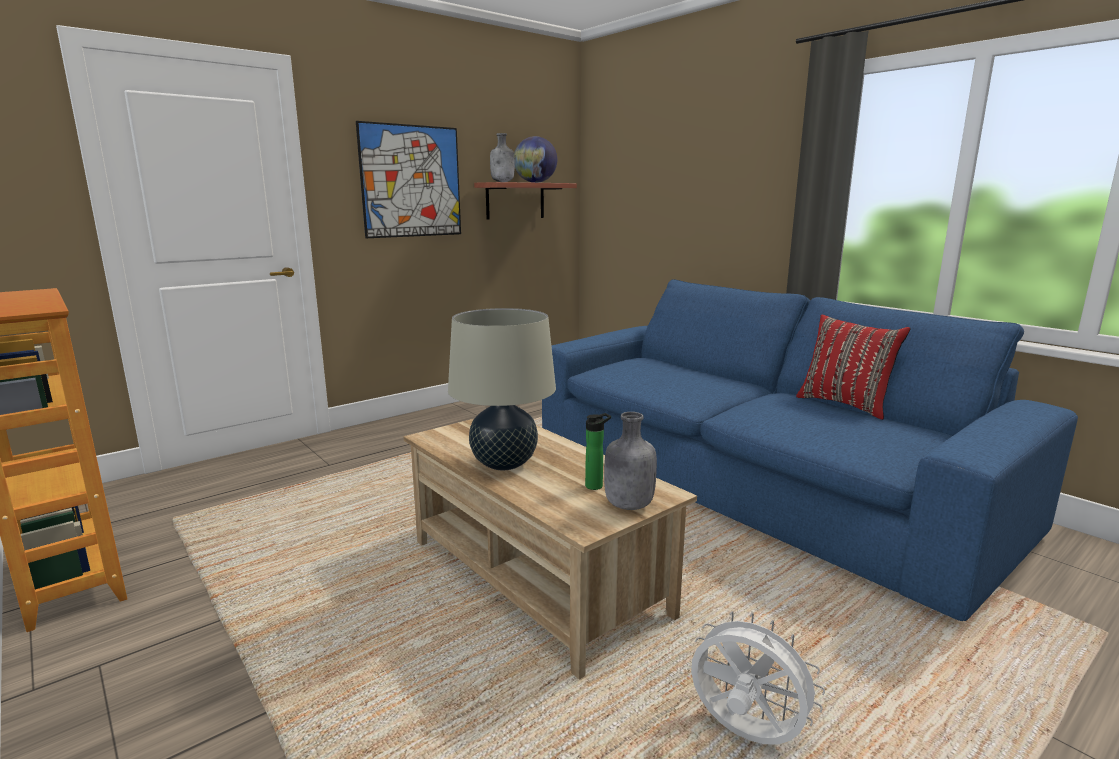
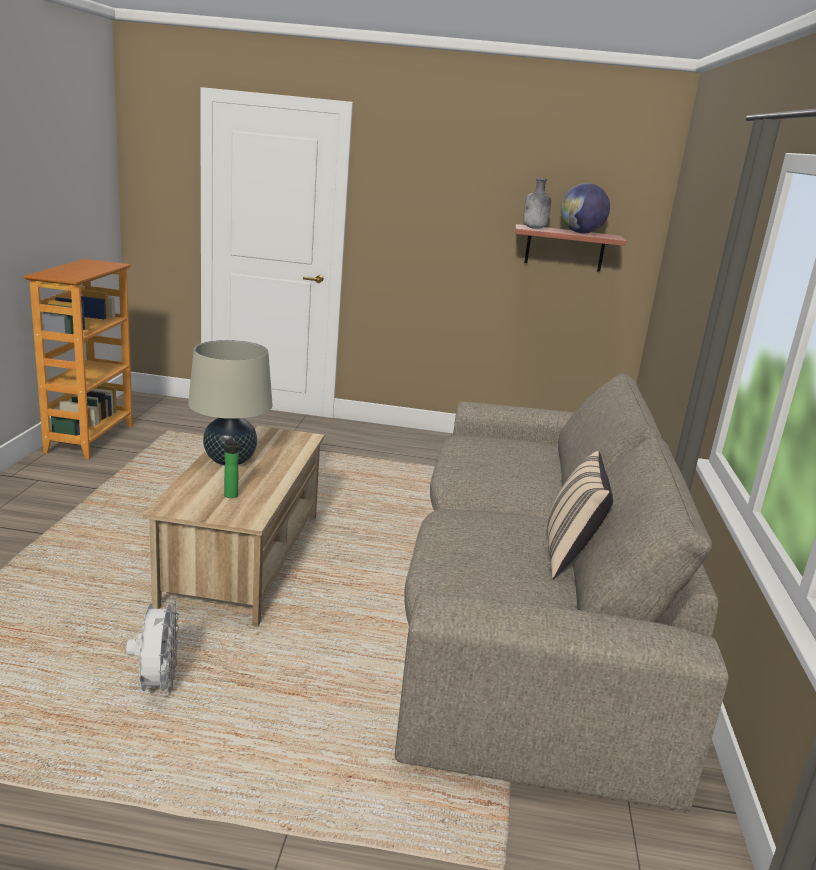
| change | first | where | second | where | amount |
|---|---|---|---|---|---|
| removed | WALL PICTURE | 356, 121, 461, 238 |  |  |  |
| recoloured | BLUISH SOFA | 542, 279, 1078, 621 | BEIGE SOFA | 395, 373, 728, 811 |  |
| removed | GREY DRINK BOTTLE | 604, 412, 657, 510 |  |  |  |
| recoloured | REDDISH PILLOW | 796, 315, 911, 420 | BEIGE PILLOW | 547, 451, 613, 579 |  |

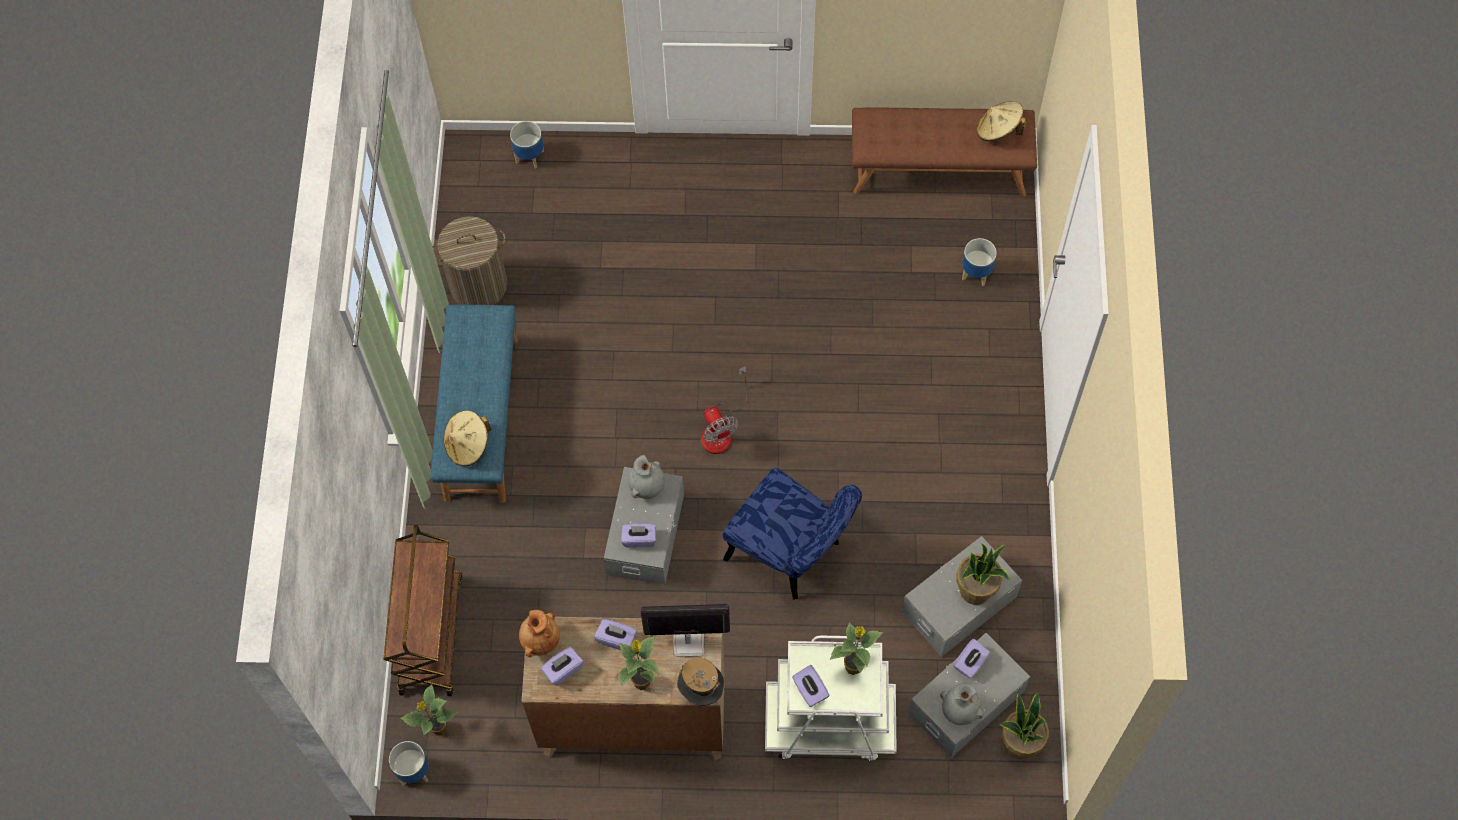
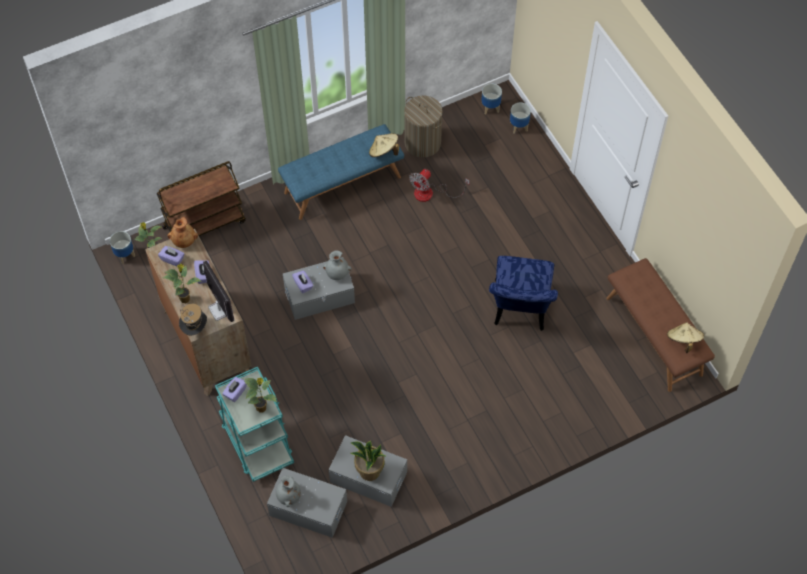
| change | first | where | second | where | amount |
|---|---|---|---|---|---|
| moved | BEIGE WEARABLE HAT | 444, 410, 491, 466 |  | 369, 133, 399, 157 |  |
| moved | FAN | 701, 366, 748, 454 |  | 409, 169, 470, 202 |  |
| moved | BLUISH PLAIN CHAIR | 723, 467, 862, 600 |  | 489, 256, 558, 331 |  |
| recoloured | WHITE-COLOURED WHEELED CART | 765, 636, 897, 761 | TURQUOISE-COLOURED WHEELED CART | 215, 367, 294, 482 |  |
| removed | PURPLISH BOX OF TISSUES | 954, 639, 990, 678 |  |  |  |
| moved | PLANT POT | 962, 238, 997, 286 |  | 481, 84, 502, 115 |  |
| removed | POTTED PLANT | 999, 692, 1049, 759 |  |  |  |

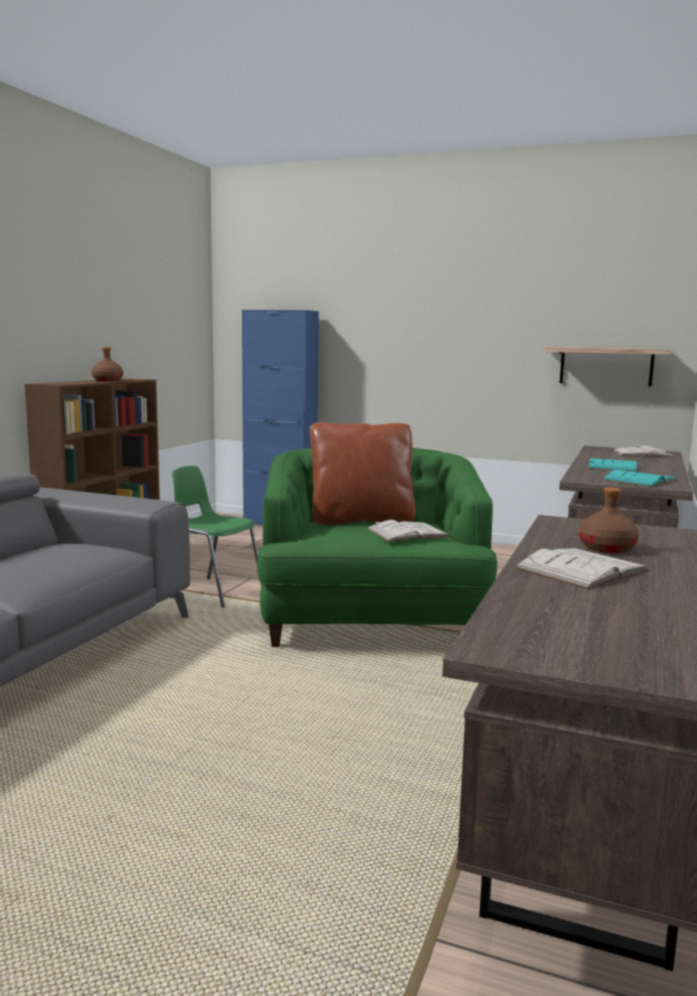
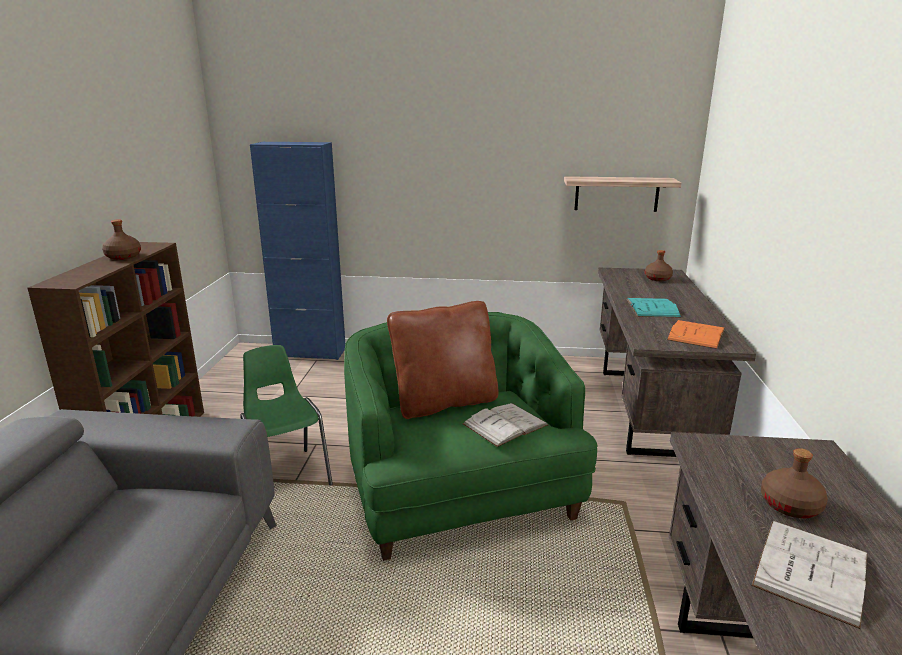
| change | first | where | second | where | amount |
|---|---|---|---|---|---|
| turned | GREENISH PLAIN CHAIR | 172, 466, 262, 607 |  | 240, 345, 333, 486 | 45 degrees clockwise |
| recoloured | TURQUOISE-COLOURED VOLUME | 602, 470, 678, 487 | ORANGE VOLUME | 667, 320, 725, 349 |  |
| replaced | WHITE-COLOURED VOLUME | 613, 445, 675, 458 | BROWN-COLOURED DRINK BOTTLE | 645, 250, 673, 281 |  |

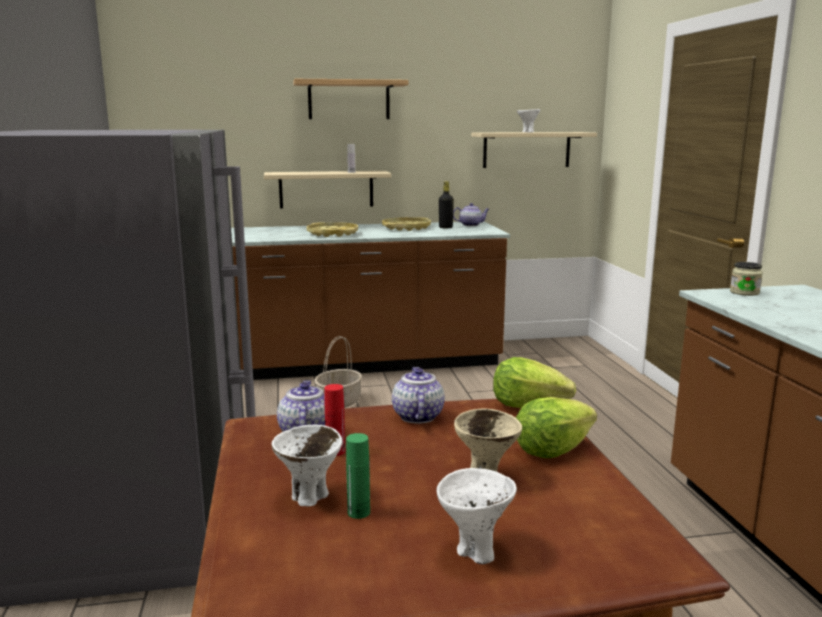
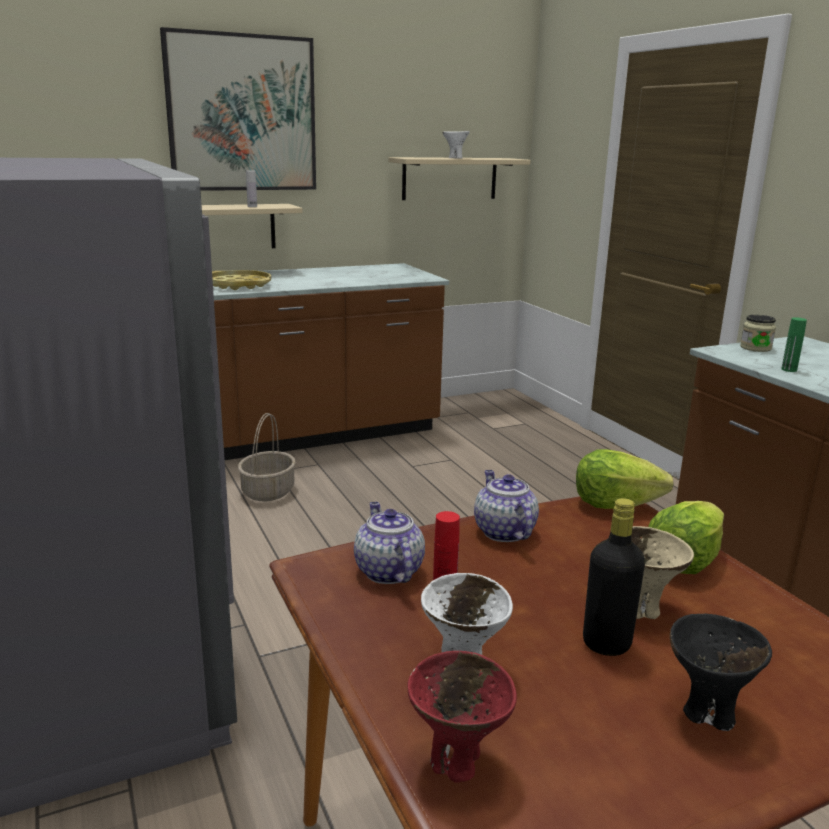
| change | first | where | second | where | amount |
|---|---|---|---|---|---|
| replaced | WALL SHELF | 293, 79, 409, 119 | WALL PICTURE | 160, 27, 316, 191 |  |
| moved | GREENISH DRINK BOTTLE | 346, 433, 370, 519 |  | 781, 317, 807, 372 |  |
| removed | YELLOWISH TRAY | 382, 217, 431, 231 |  |  |  |
| recoloured | WHITE-COLOURED BOWL | 437, 468, 517, 564 | BLACK BOWL | 670, 613, 772, 731 |  |
| moved | BLACK DRINK BOTTLE | 439, 182, 454, 228 |  | 583, 498, 645, 656 |  |
| removed | POT FOR TEA | 453, 203, 489, 226 |  |  |  |
| added |  |  | REDDISH BOWL | 408, 651, 517, 783 |  |

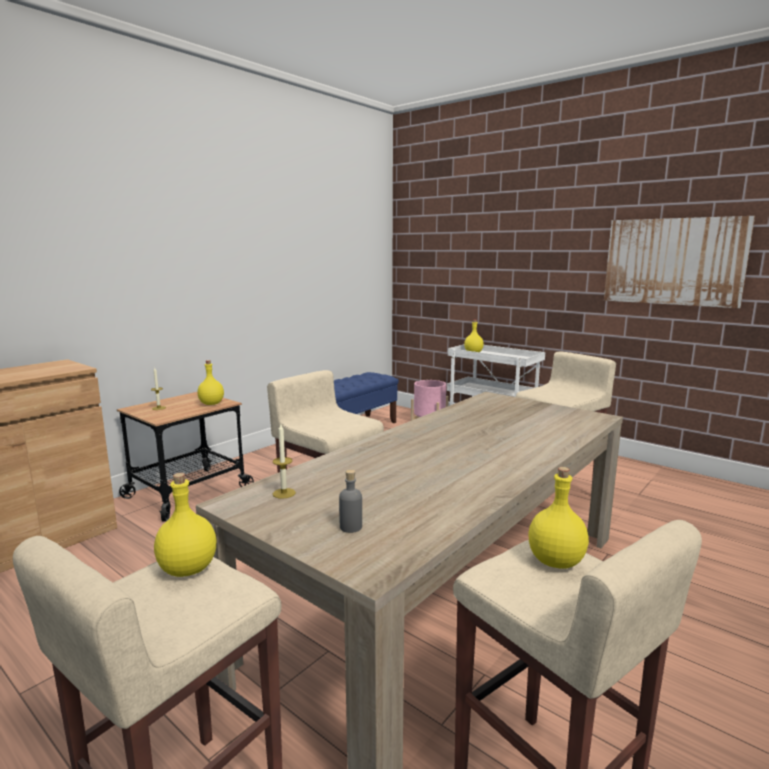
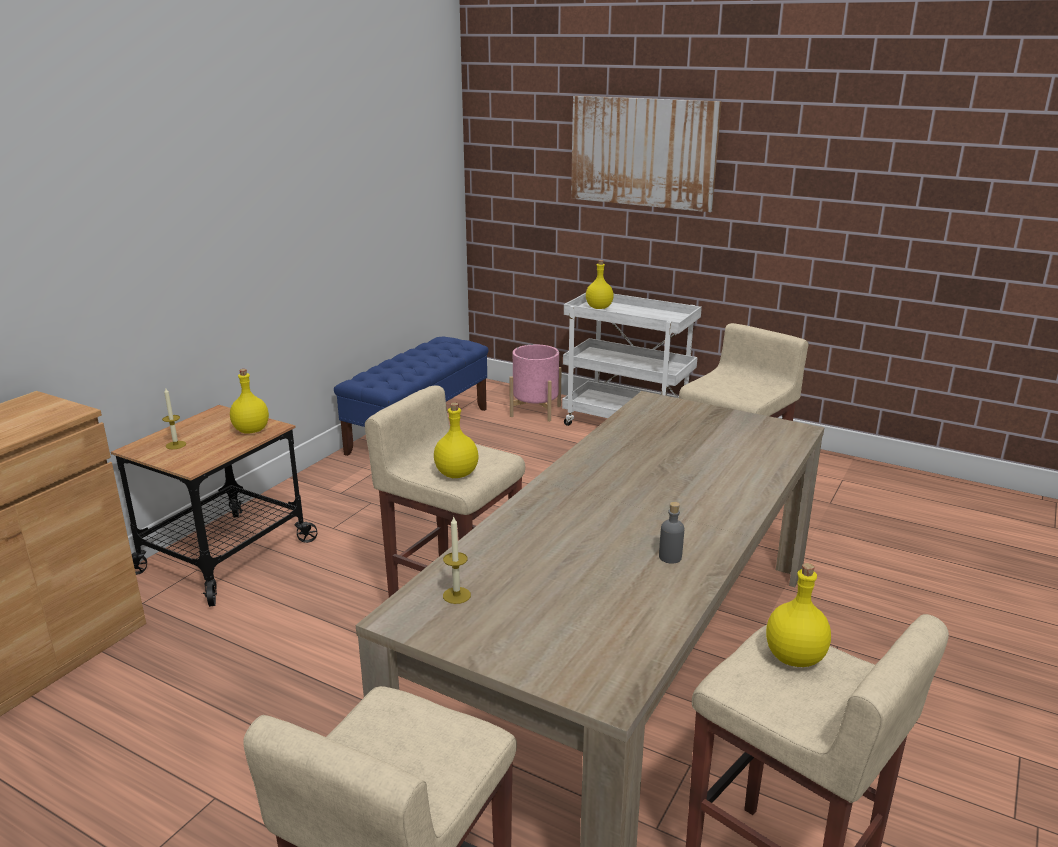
| change | first | where | second | where | amount |
|---|---|---|---|---|---|
| moved | YELLOWISH DRINK BOTTLE | 154, 473, 216, 577 |  | 434, 402, 479, 478 |  |
| moved | GREY DRINK BOTTLE | 339, 469, 362, 533 |  | 659, 502, 685, 564 |  |
| moved | WALL PICTURE | 604, 216, 755, 308 |  | 571, 96, 722, 212 |  |

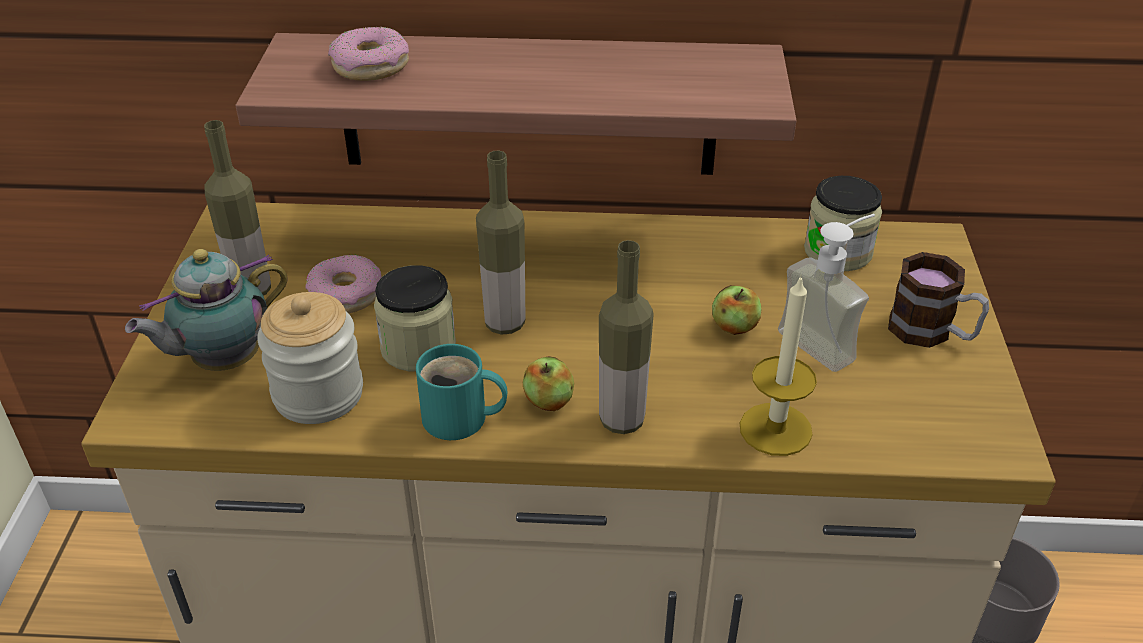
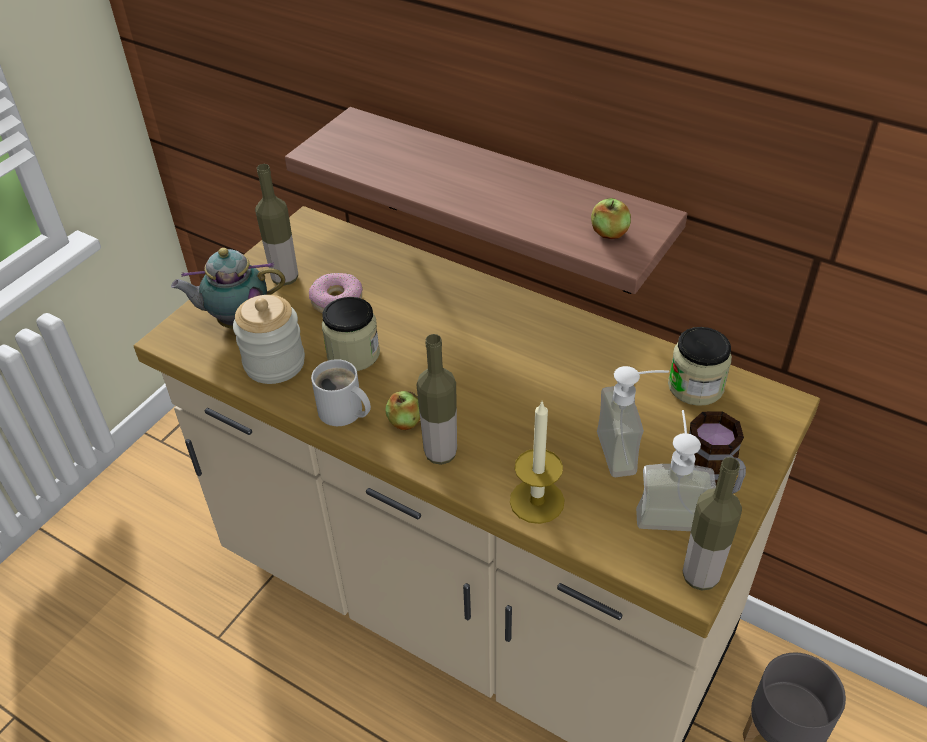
| change | first | where | second | where | amount |
|---|---|---|---|---|---|
| removed | DONUT | 328, 27, 409, 81 |  |  |  |
| recoloured | TURQUOISE-COLOURED MUG | 416, 344, 507, 440 | WHITE-COLOURED MUG | 311, 359, 371, 426 |  |
| moved | DRINK BOTTLE | 476, 150, 525, 335 |  | 683, 457, 742, 591 |  |
| moved | APPLE FRUIT | 712, 285, 761, 335 |  | 591, 198, 631, 239 |  |
| added |  |  | LIQUID SOAP BOTTLE | 636, 410, 716, 531 |  |

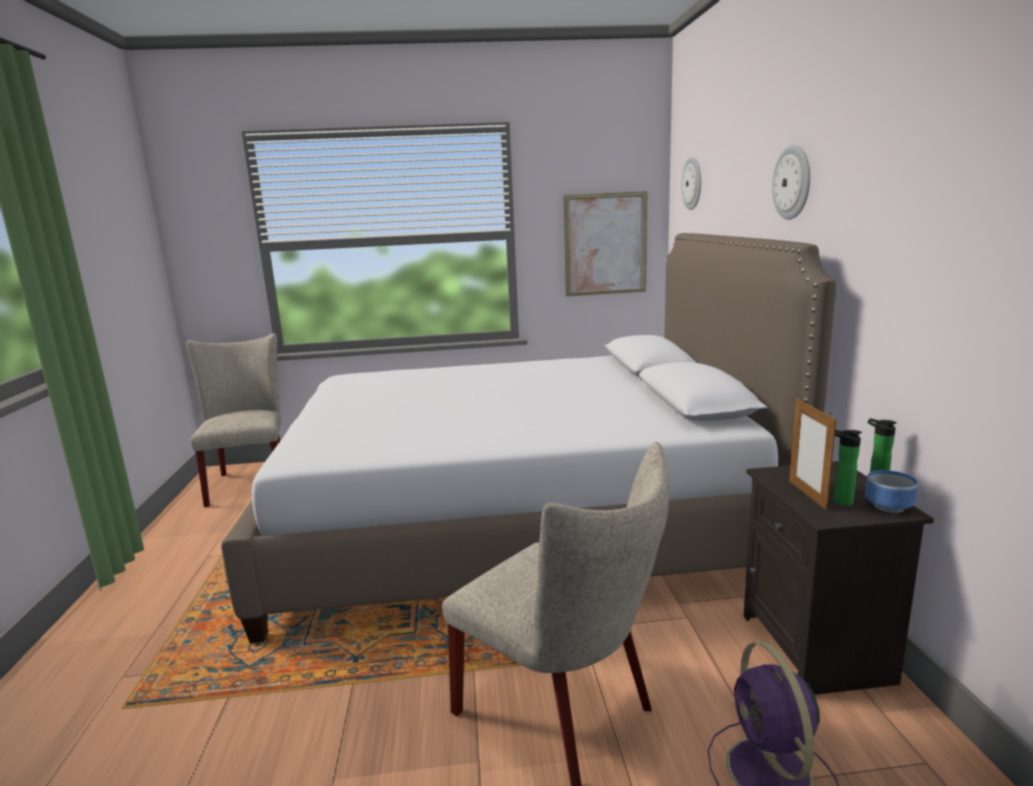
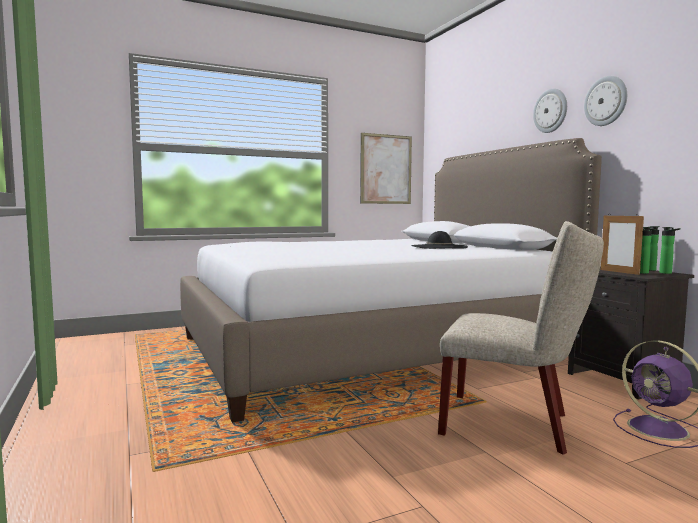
| change | first | where | second | where | amount |
|---|---|---|---|---|---|
| removed | BEIGE PLAIN CHAIR | 186, 333, 281, 507 |  |  |  |
| moved | WALL CLOCK | 681, 157, 701, 210 |  | 584, 76, 627, 126 |  |
| replaced | BOWL | 865, 470, 918, 513 | DRINK BOTTLE | 659, 227, 681, 274 |  |
| added |  |  | BLACK WEARABLE HAT | 411, 231, 468, 249 |  |

